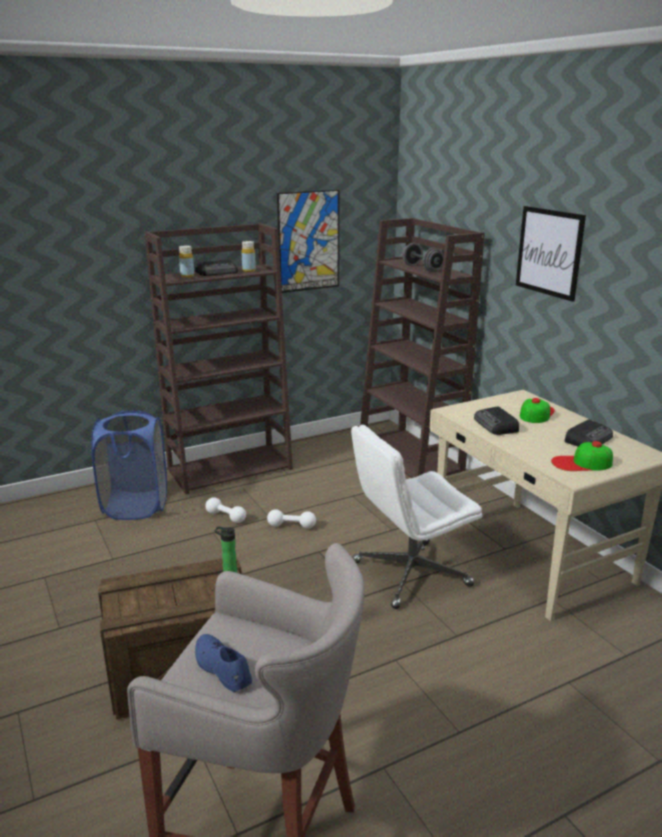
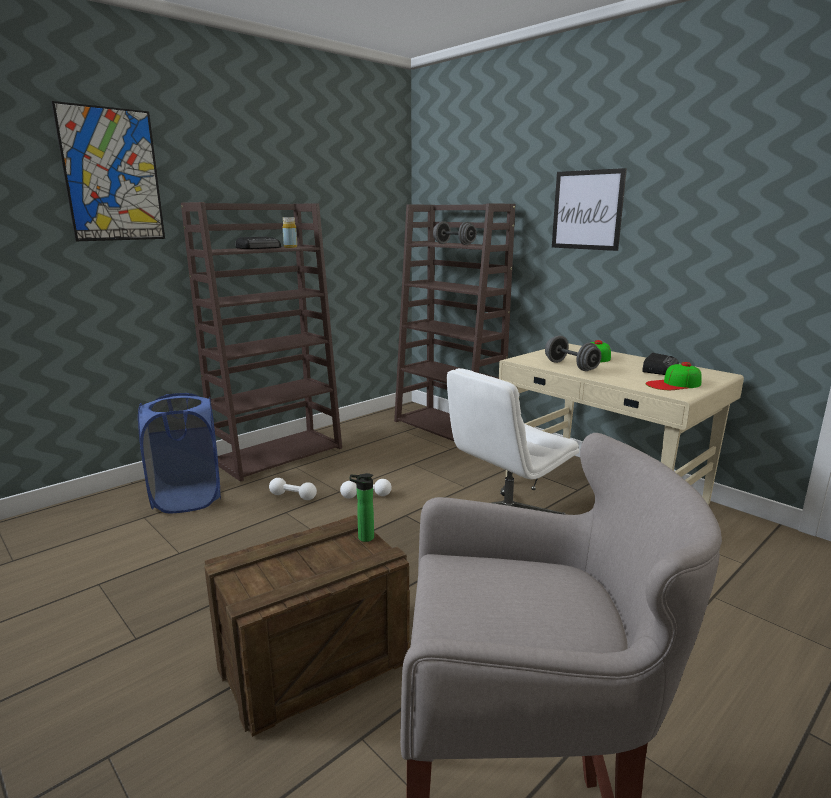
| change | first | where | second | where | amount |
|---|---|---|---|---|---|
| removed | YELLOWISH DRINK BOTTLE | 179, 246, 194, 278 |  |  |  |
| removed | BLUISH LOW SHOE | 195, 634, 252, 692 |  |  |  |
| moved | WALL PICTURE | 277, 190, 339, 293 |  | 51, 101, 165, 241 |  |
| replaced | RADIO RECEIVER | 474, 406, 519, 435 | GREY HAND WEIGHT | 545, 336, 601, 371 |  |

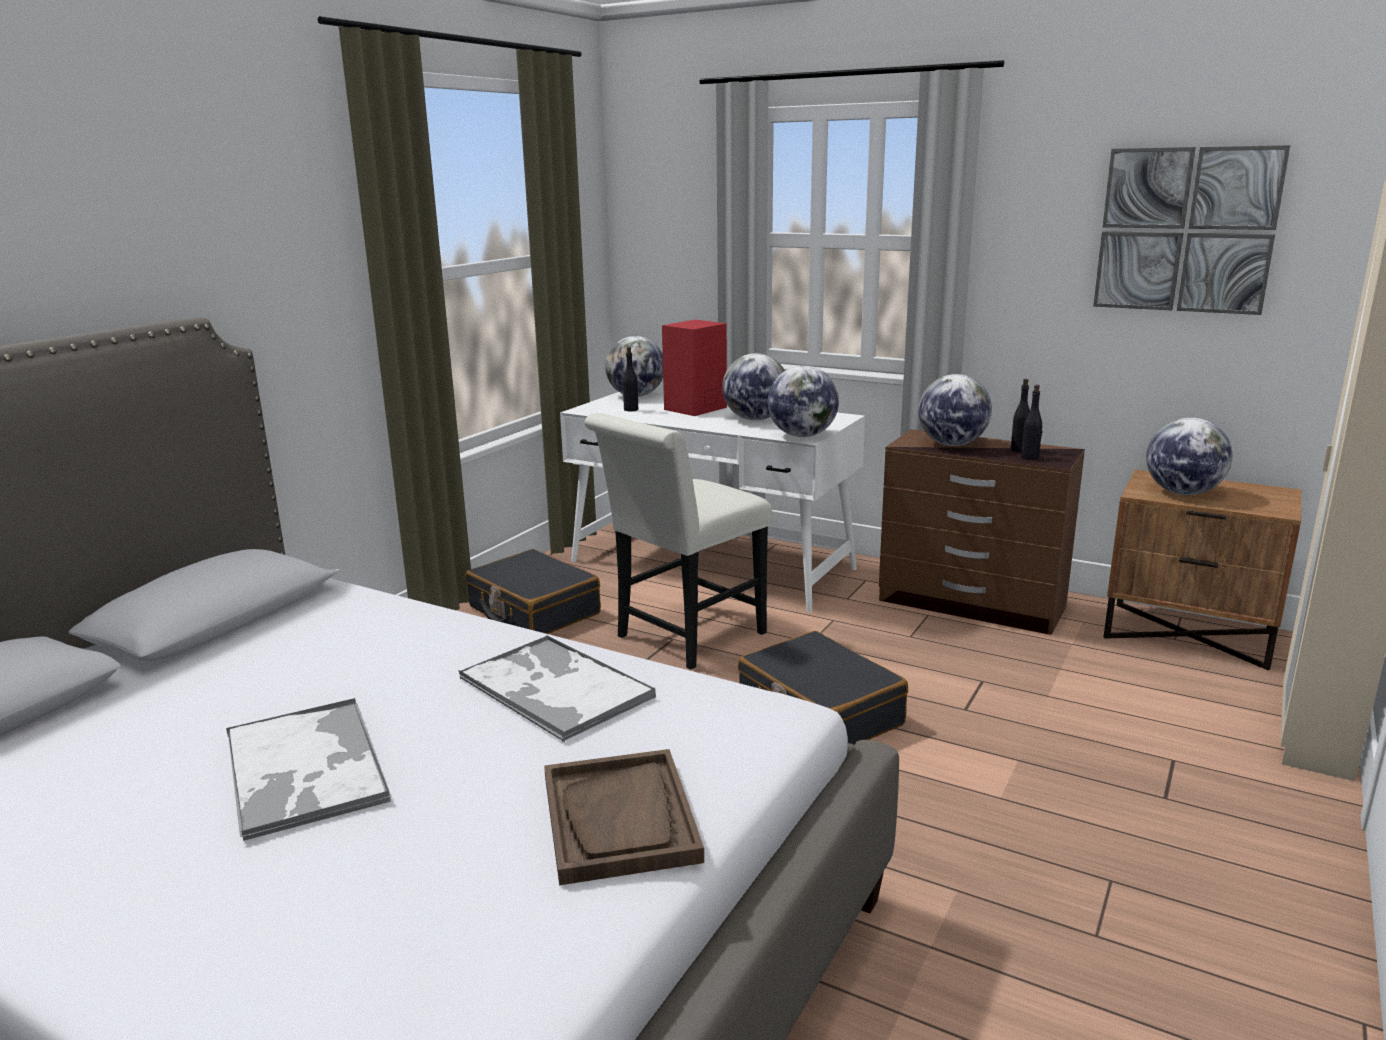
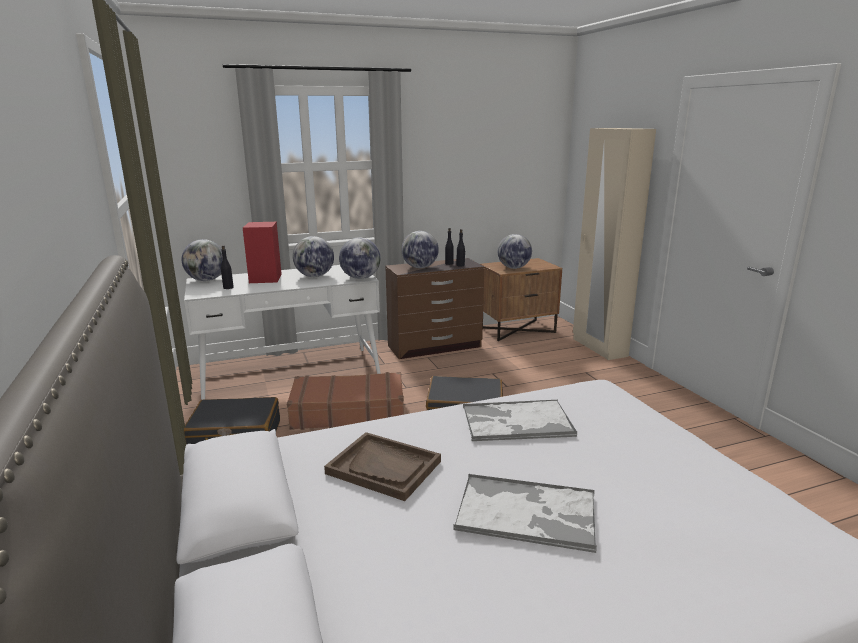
| change | first | where | second | where | amount |
|---|---|---|---|---|---|
| moved | BROWN-COLOURED TRAY | 544, 749, 704, 885 |  | 324, 432, 441, 501 |  |
| replaced | WHITE-COLOURED PLAIN CHAIR | 584, 413, 772, 669 | BROWN-COLOURED TRAVEL CASE | 287, 372, 404, 430 |  |
| removed | WALL PICTURE | 1093, 145, 1290, 315 |  |  |  |

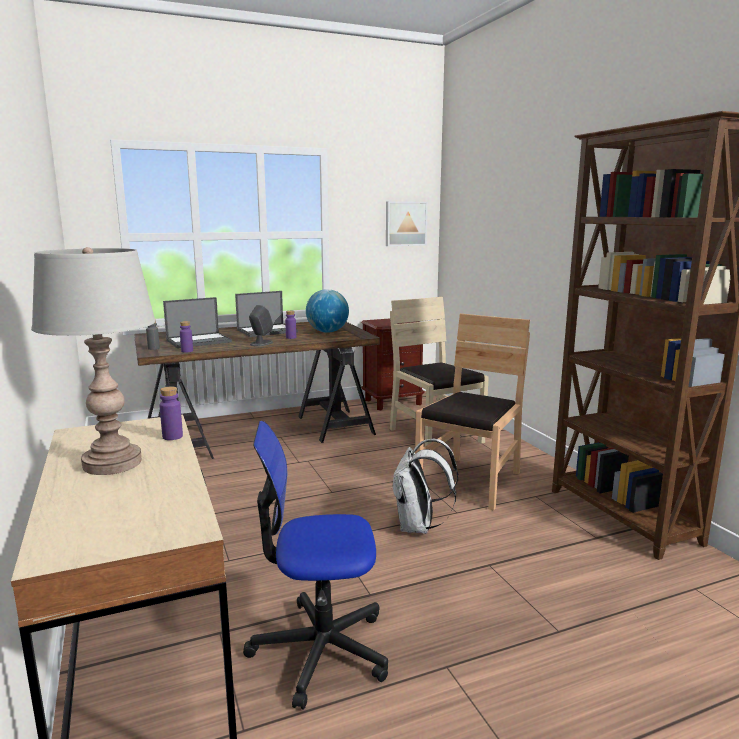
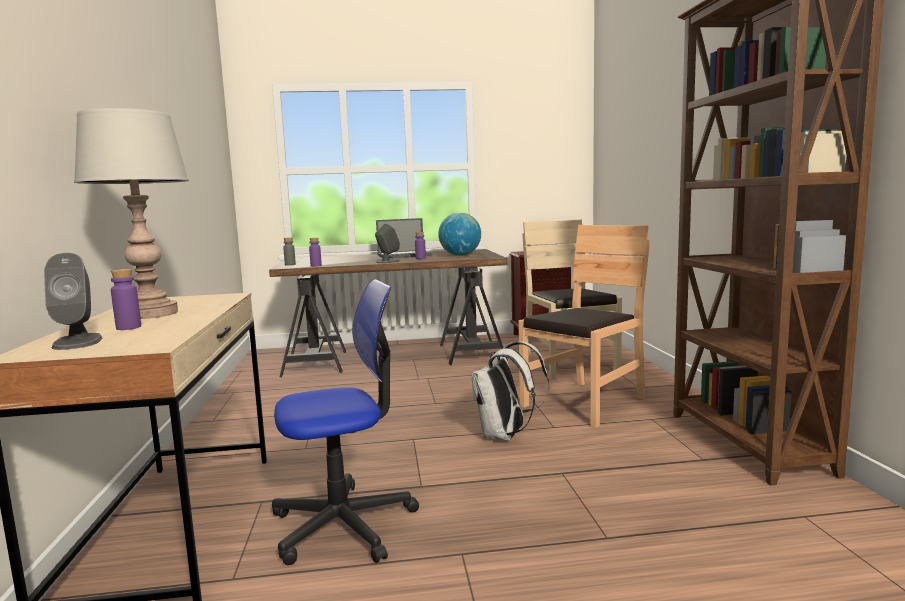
| change | first | where | second | where | amount |
|---|---|---|---|---|---|
| moved | PURPLISH DRINK BOTTLE | 159, 387, 183, 440 |  | 111, 269, 141, 330 |  |
| removed | PORTABLE COMPUTER | 163, 297, 232, 348 |  |  |  |
| turned | COMPUTER CHAIR | 243, 421, 388, 710 |  | 272, 279, 419, 565 | 150 degrees clockwise |
| removed | WALL PICTURE | 386, 201, 428, 246 |  |  |  |
| added |  |  | GREY AUDIO SPEAKER | 44, 253, 102, 350 |  |

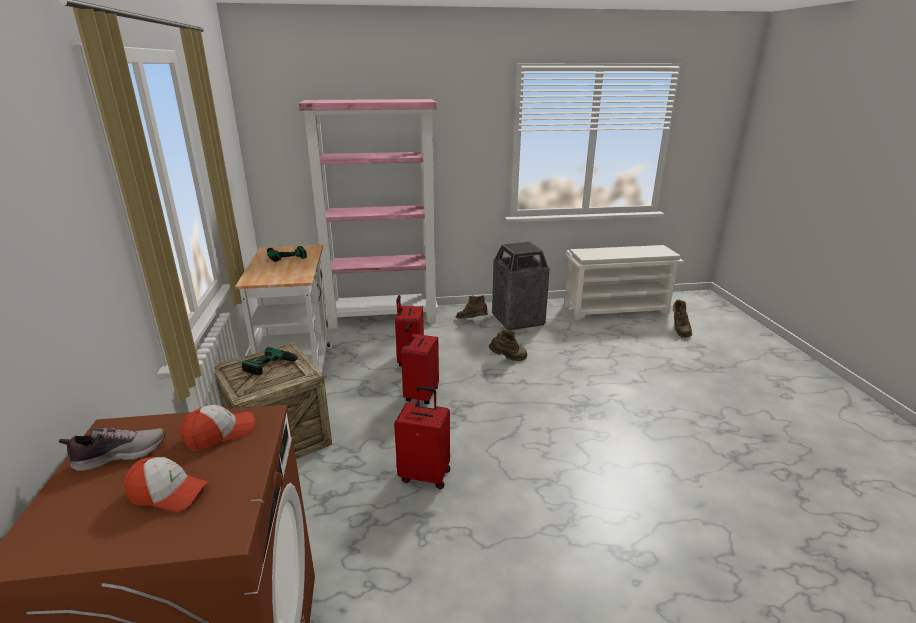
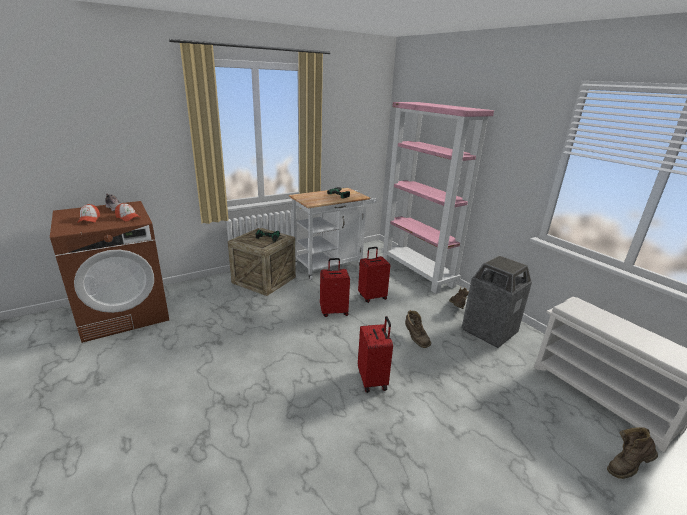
| change | first | where | second | where | amount |
|---|---|---|---|---|---|
| moved | REDDISH TRAVEL CASE | 394, 386, 450, 489 |  | 358, 316, 393, 393 |  |

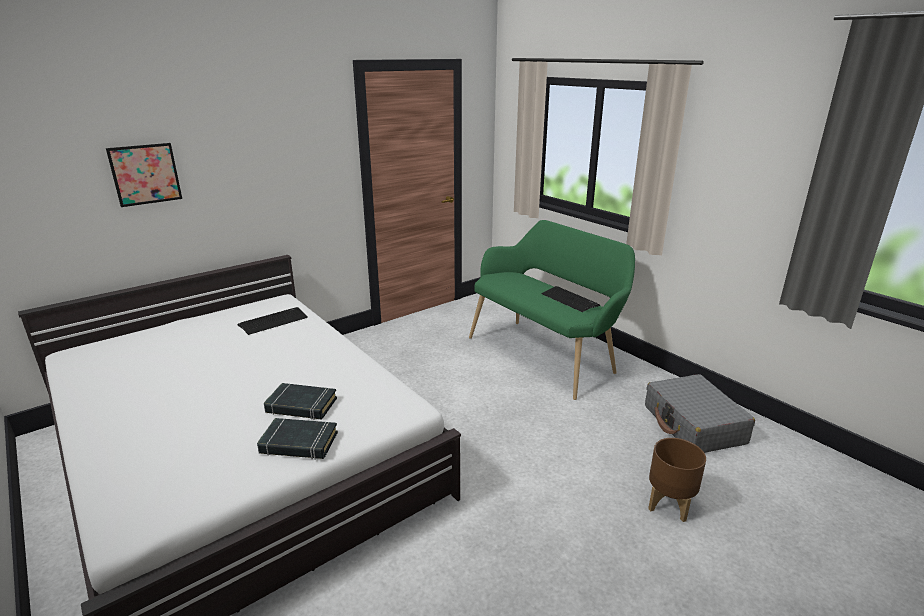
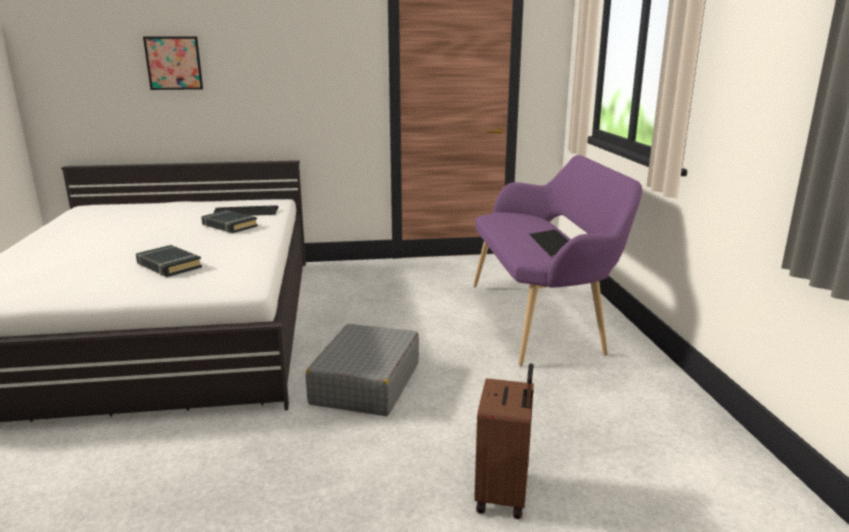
| change | first | where | second | where | amount |
|---|---|---|---|---|---|
| moved | BLACK VOLUME | 257, 418, 338, 460 |  | 201, 210, 258, 233 |  |
| recoloured | GREENISH BENCH | 469, 220, 635, 400 | PURPLISH BENCH | 473, 155, 642, 366 |  |
| moved | GREY TRAVEL CASE | 645, 374, 755, 453 |  | 306, 324, 419, 416 |  |
| replaced | BROWN-COLOURED PLANT POT | 648, 438, 706, 522 | BROWN-COLOURED TRAVEL CASE | 474, 363, 534, 519 |  |

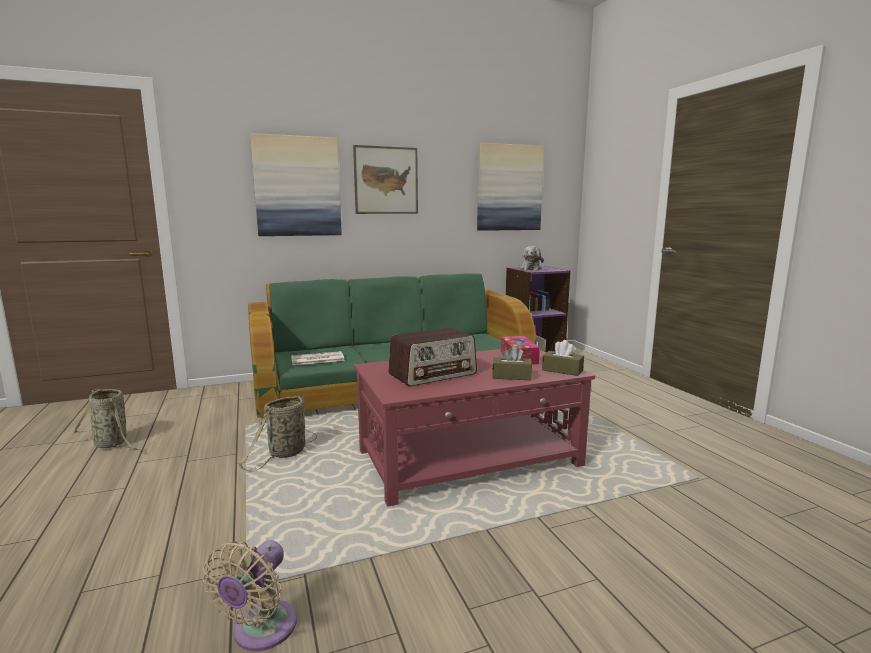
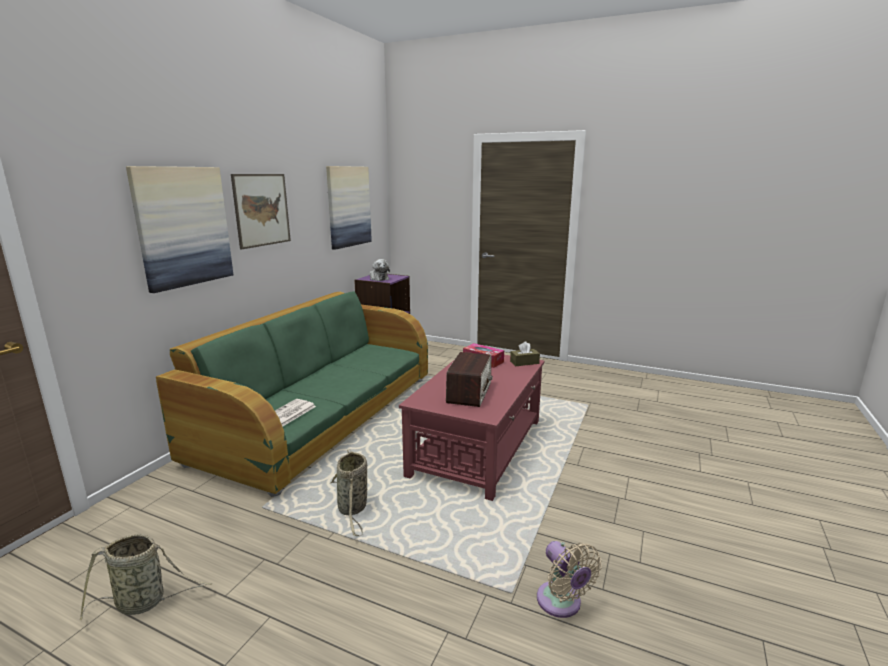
| change | first | where | second | where | amount |
|---|---|---|---|---|---|
| removed | BROWN-COLOURED BOX OF TISSUES | 493, 345, 532, 380 |  |  |  |

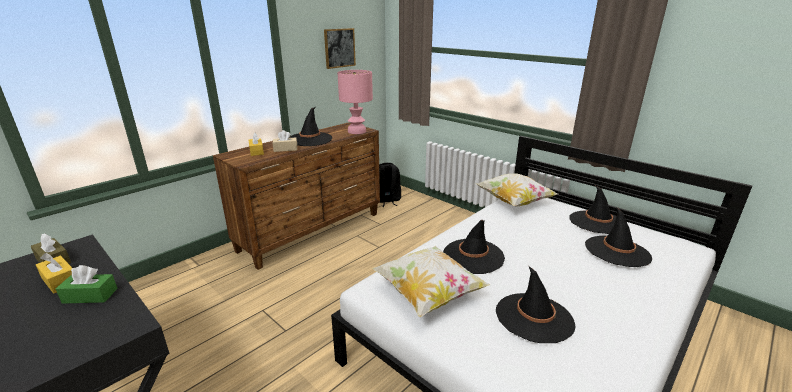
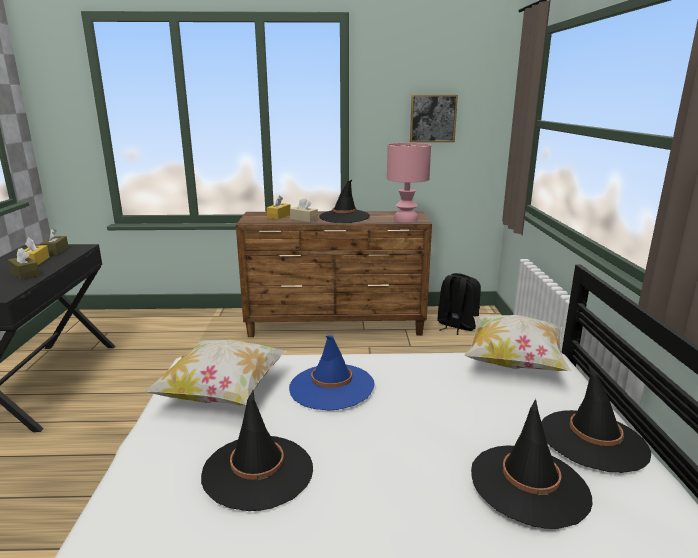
| change | first | where | second | where | amount |
|---|---|---|---|---|---|
| recoloured | GREENISH BOX OF TISSUES | 56, 265, 118, 304 | BROWN-COLOURED BOX OF TISSUES | 8, 248, 40, 280 |  |
| recoloured | BLACK WEARABLE HAT | 443, 220, 505, 274 | BLUISH WEARABLE HAT | 289, 335, 375, 411 |  |

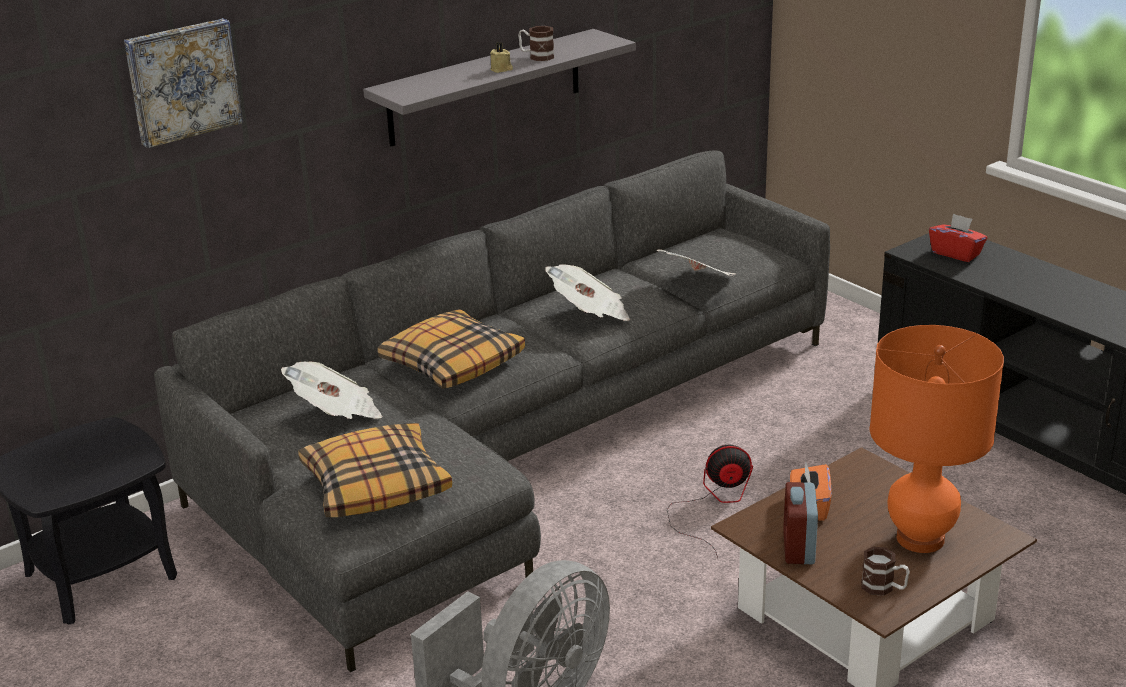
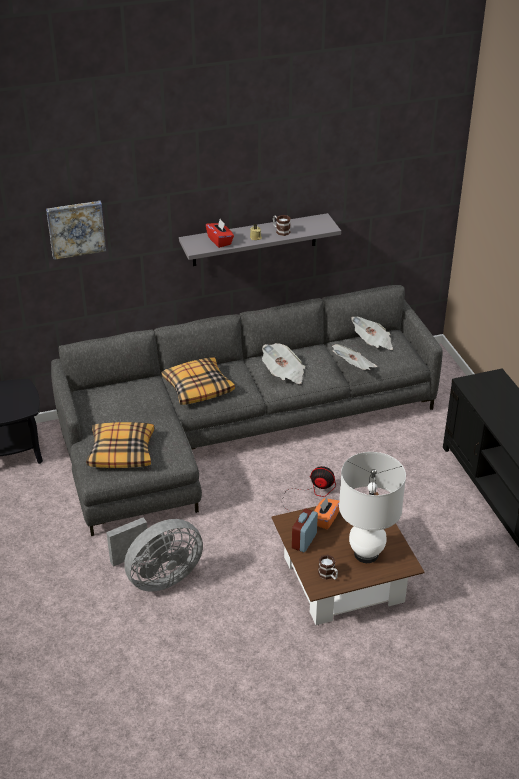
| change | first | where | second | where | amount |
|---|---|---|---|---|---|
| moved | PRINTED PAPER | 281, 362, 383, 419 |  | 351, 316, 393, 350 |  |
| recoloured | ORANGE TABLE LAMP | 869, 325, 1004, 553 | WHITE-COLOURED TABLE LAMP | 339, 452, 406, 563 |  |
| moved | REDDISH BOX OF TISSUES | 929, 213, 987, 262 |  | 206, 219, 234, 248 |  |

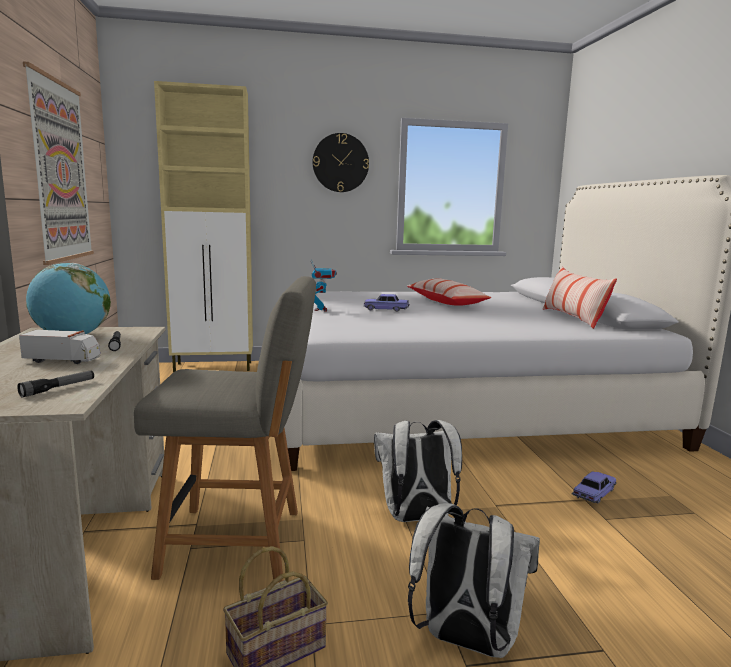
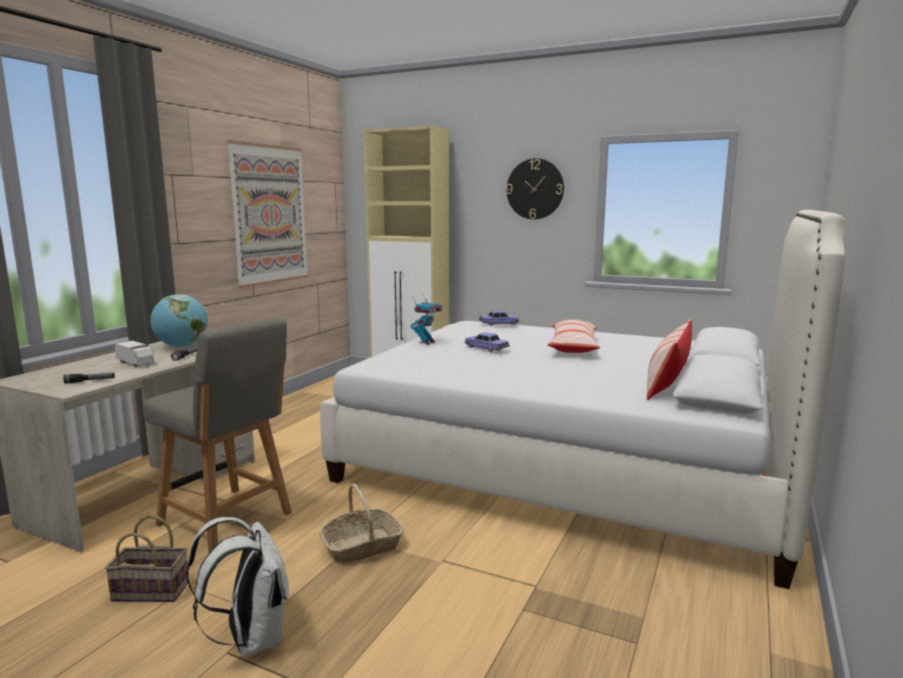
| change | first | where | second | where | amount |
|---|---|---|---|---|---|
| replaced | WHITE-COLOURED BACKPACK | 374, 420, 462, 522 | HOUSEHOLD BASKET | 319, 484, 404, 564 |  |
| moved | MINIATURE CAR | 572, 471, 617, 504 |  | 479, 311, 520, 326 |  |

